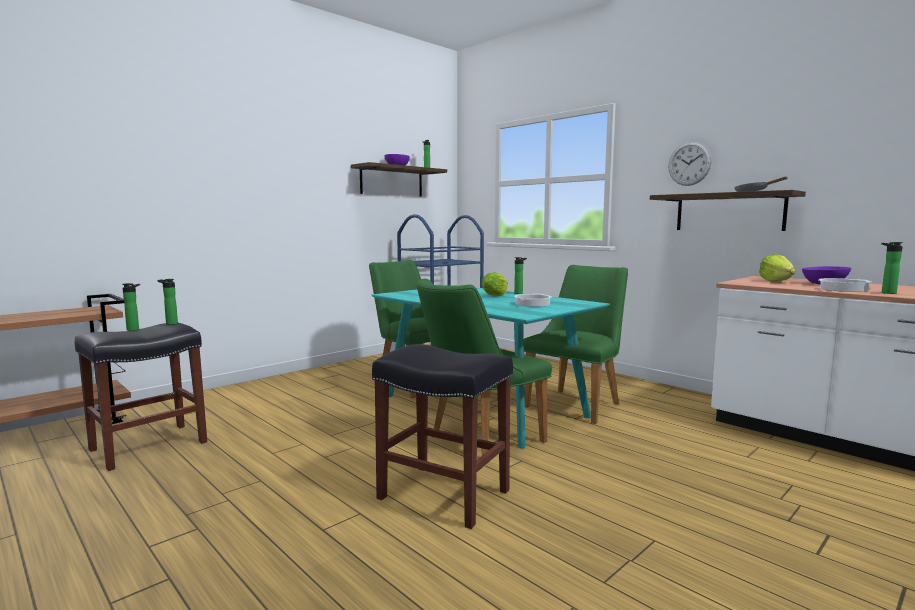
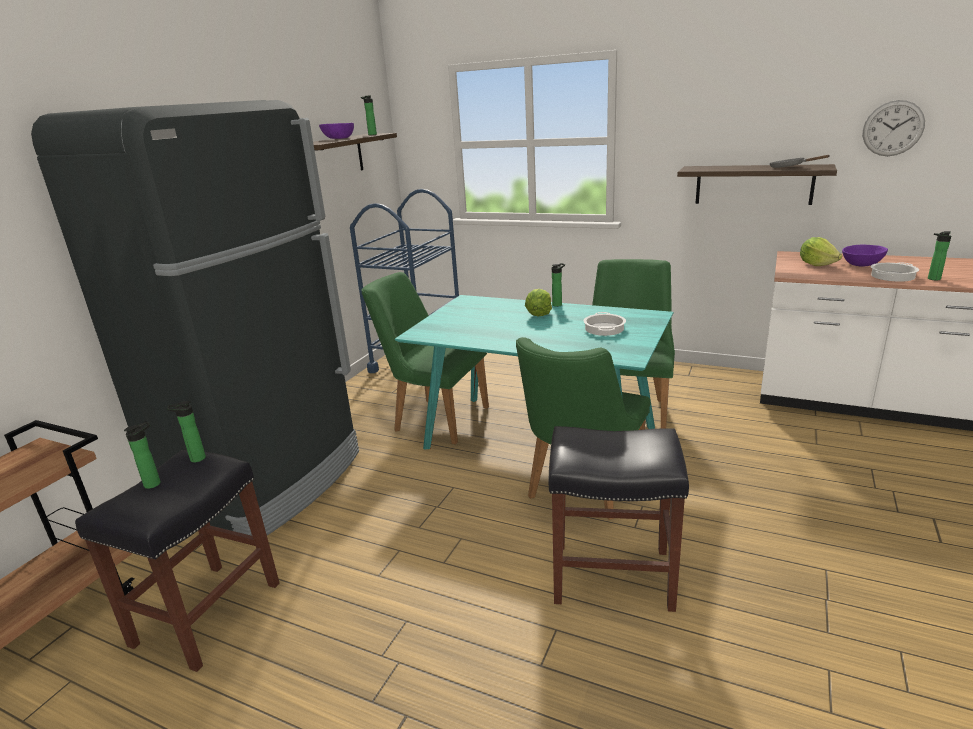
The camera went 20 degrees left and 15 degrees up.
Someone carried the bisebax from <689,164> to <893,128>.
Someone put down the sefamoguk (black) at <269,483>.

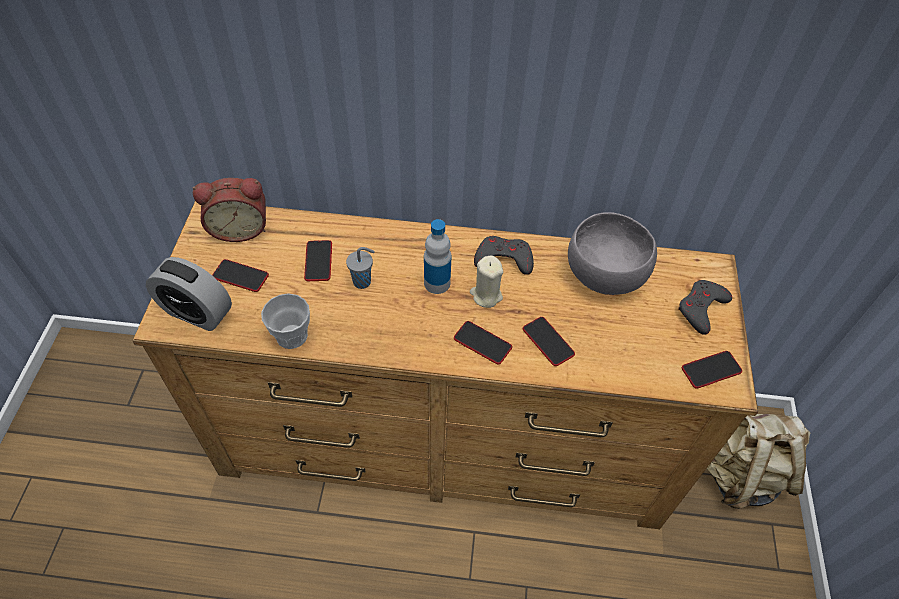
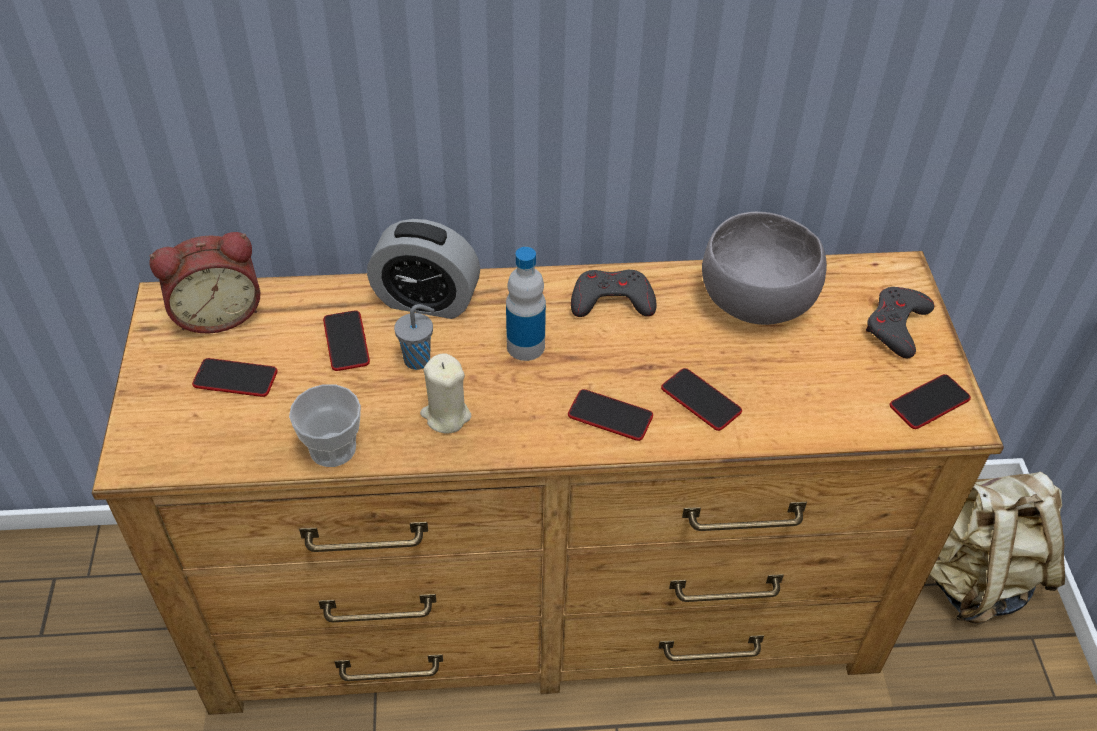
The camera went 10 degrees left and 5 degrees down.
Someone carried the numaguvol from <197,312> to <426,300>.
Someone carried the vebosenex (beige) from <486,295> to <446,415>.

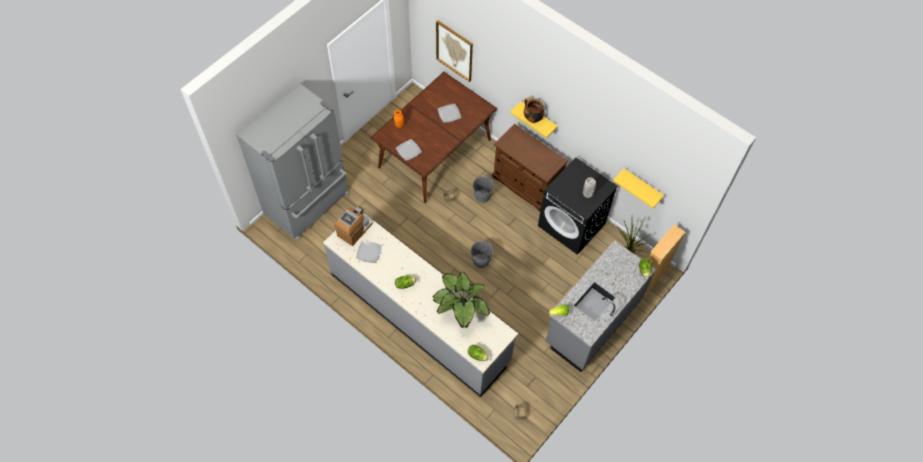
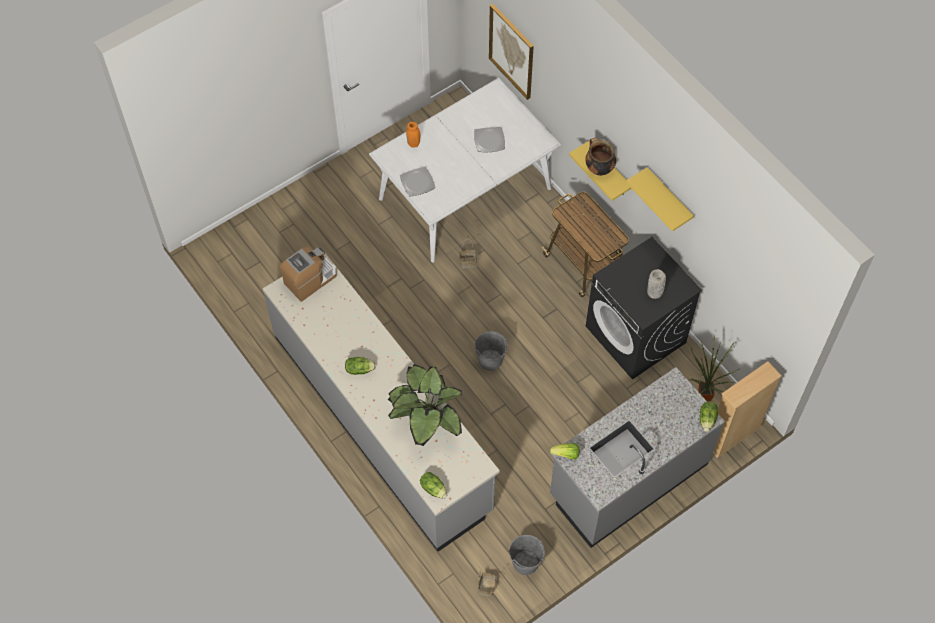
The camera went 15 degrees right and 0 degrees up.
Someone took away the sefamoguk (grey) at <309,205>.
Someone took away the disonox at <368,252>.
Someone repainted the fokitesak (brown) at <434,153>, which became the fokitesak (white) at <465,194>.
Someone carried the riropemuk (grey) from <482,196> to <525,562>.
Someone swapped the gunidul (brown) at <526,185> for the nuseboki at <584,264>.
Someone carried the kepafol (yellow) from <642,186> to <668,198>.

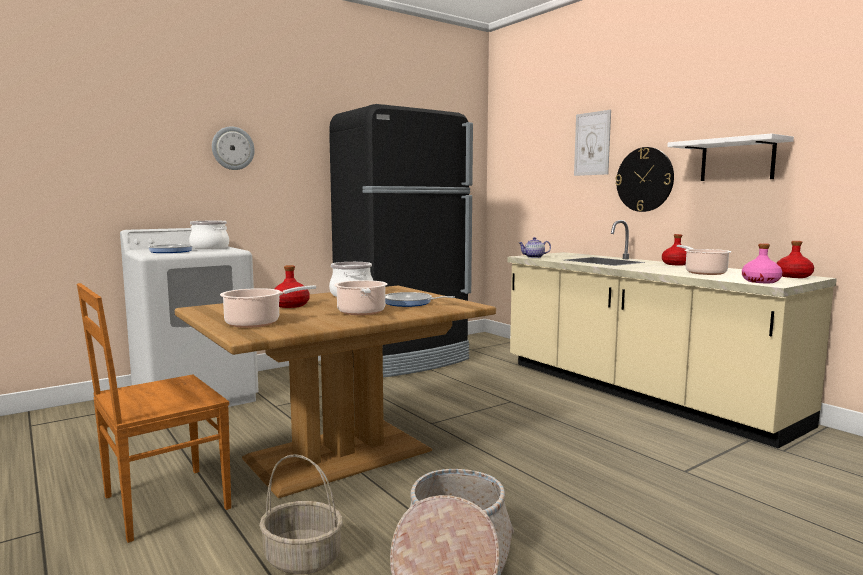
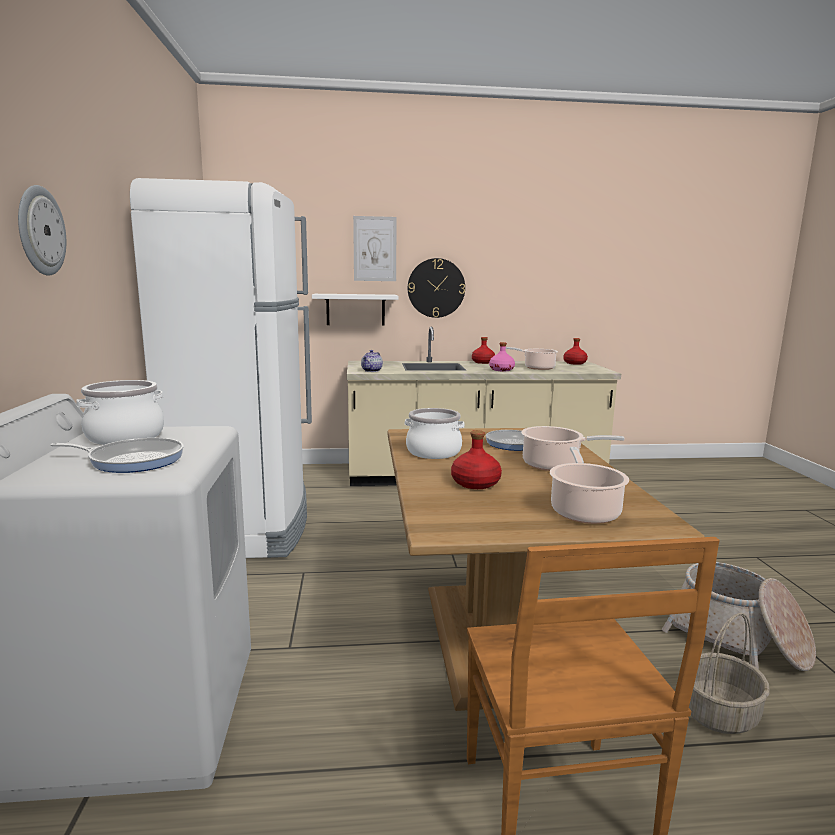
The camera went 60 degrees left and 5 degrees up.
Someone repainted the sefamoguk (black) at <403,360>, which became the sefamoguk (white) at <245,526>.
Someone carried the kepafol (white) from <737,160> to <355,309>.
Someone carried the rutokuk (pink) from <760,281> to <501,370>.

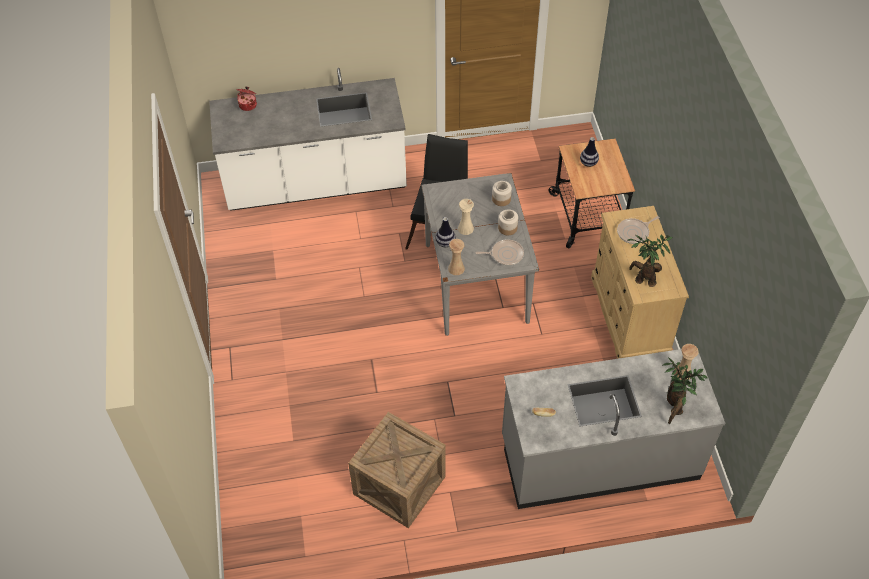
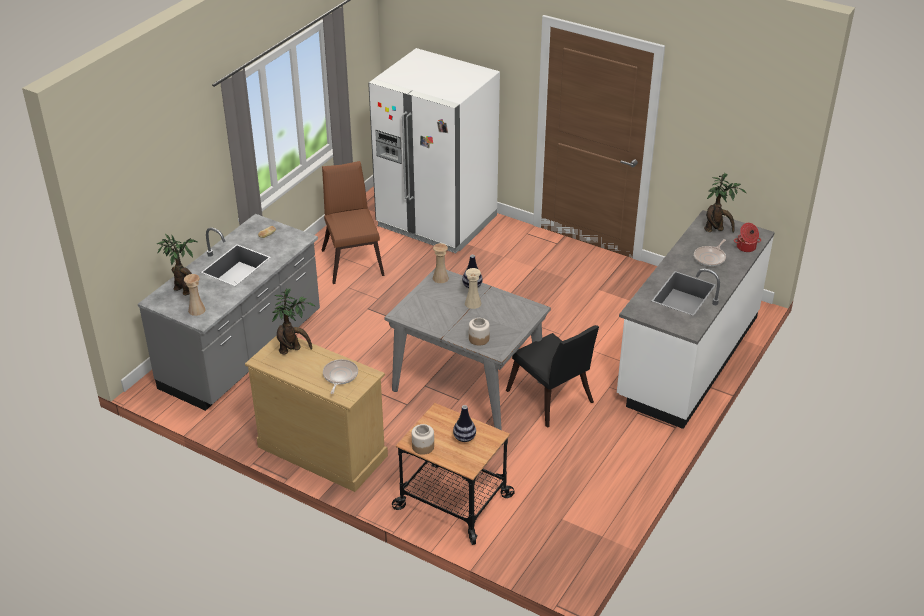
The camera went 130 degrees right and 15 degrees down.
Someone swapped the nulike at <399,485> for the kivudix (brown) at <352,260>.
Someone carried the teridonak from <505,254> to <710,258>.
Someone carried the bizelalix from <508,228> to <423,447>.
Someone put down the sefamoguk (white) at <436,222>.
Someone put down the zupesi at <716,230>.

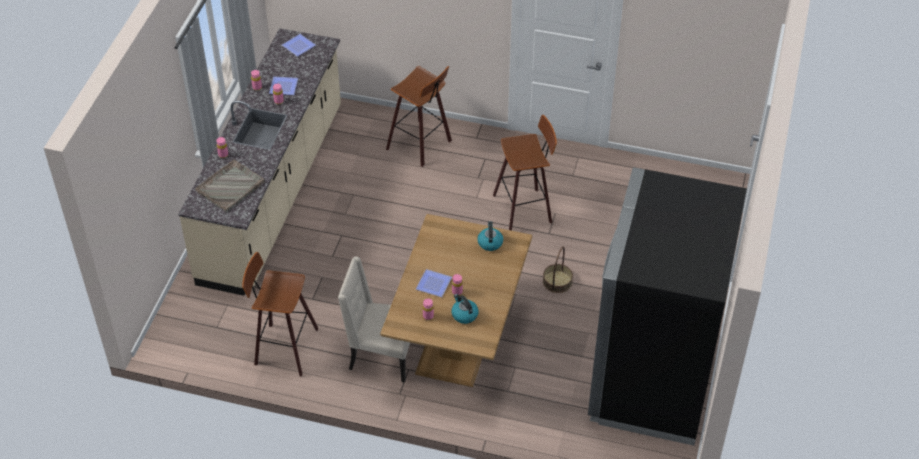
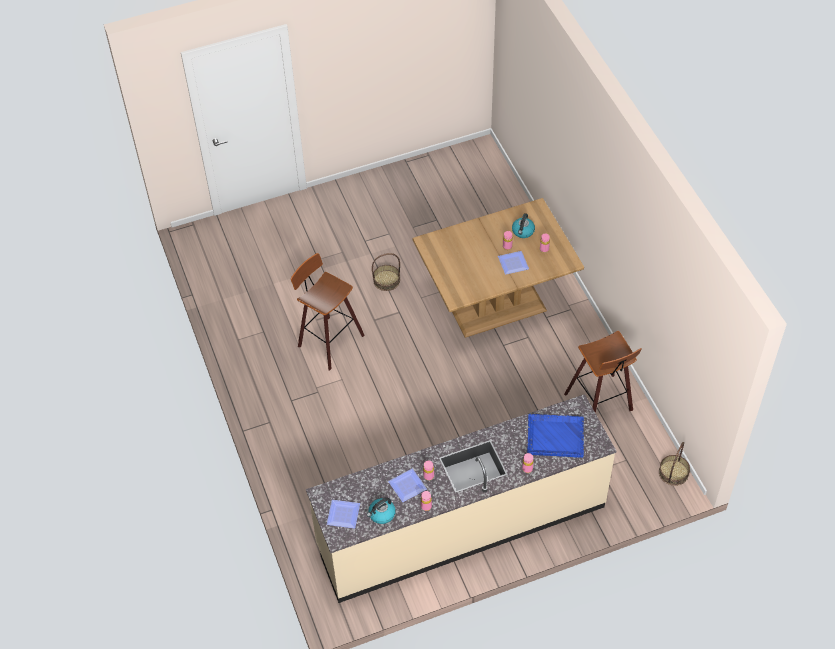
The camera went 125 degrees left and 5 degrees up.
Someone repainted the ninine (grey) at <230,186>, which became the ninine (blue) at <554,436>.
Someone took away the kivudix (beige) at <381,356>.
Someone took away the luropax at <421,144>.
Someone carried the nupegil from <490,242> to <381,514>.
Someone took away the sefamoguk (black) at <651,378>.
Someone put down the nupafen at <673,473>.

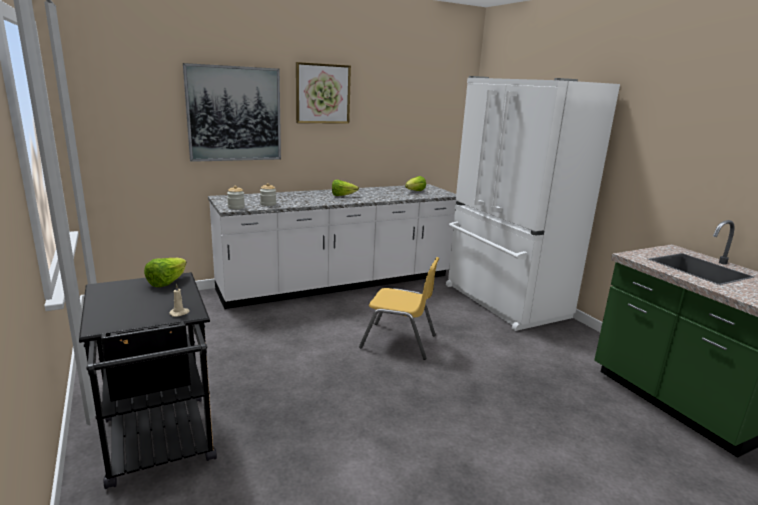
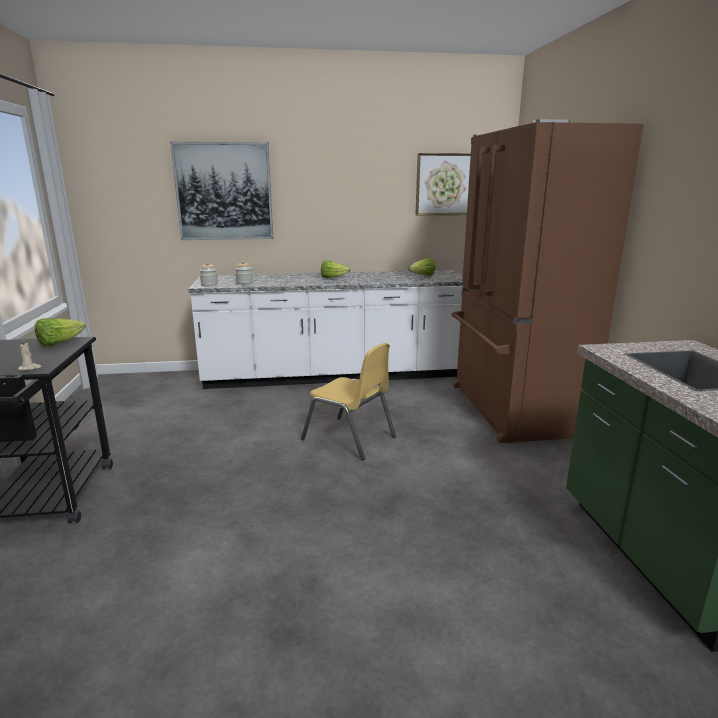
The camera went 20 degrees right and 0 degrees up.
Someone carried the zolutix from <323,94> to <444,184>.
Someone repainted the sefamoguk (white) at <503,301>, which became the sefamoguk (brown) at <511,410>.

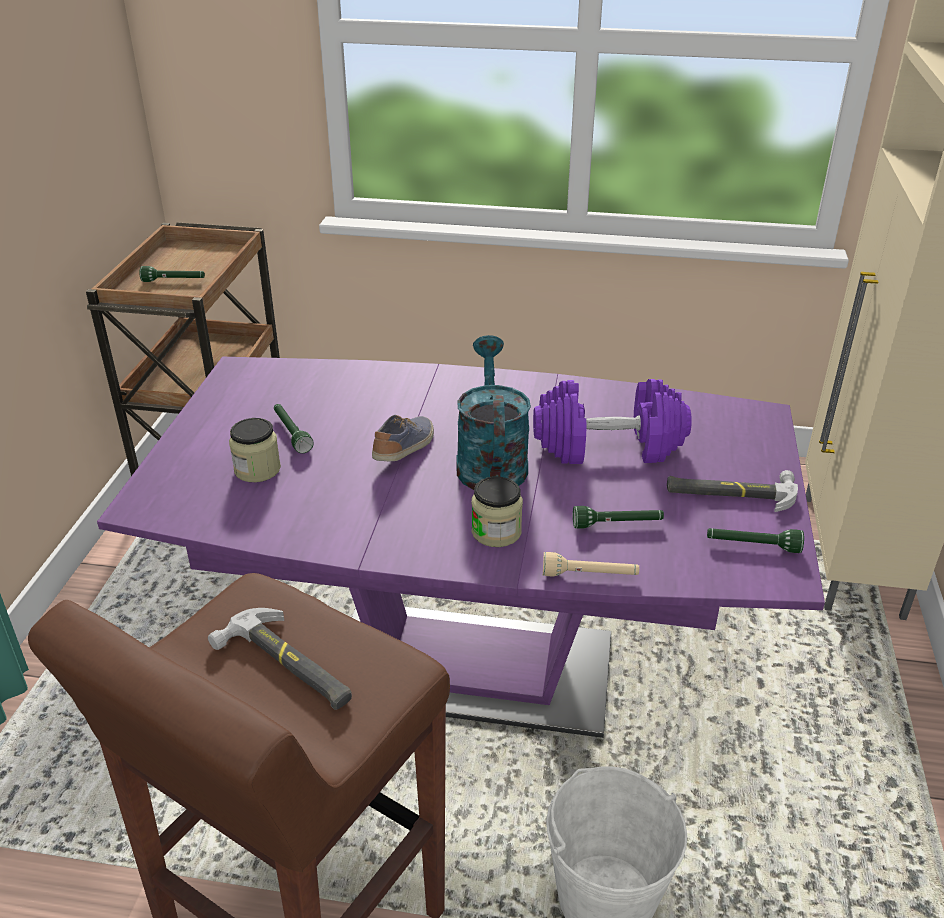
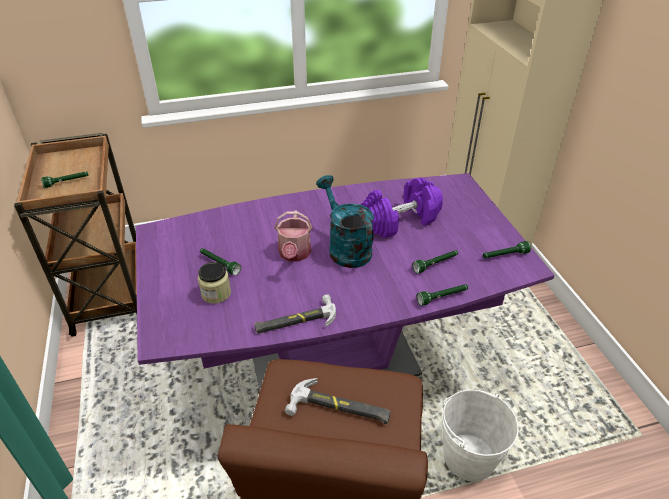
The camera went 25 degrees left and 5 degrees up.
Someone swapped the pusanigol at <405,449> for the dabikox at <294,254>.
Someone took away the bizelalix at <496,532>.
Someone repainted the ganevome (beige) at <590,575>, which became the ganevome (green) at <442,297>.
Someone carried the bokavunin from <730,493> to <296,320>.

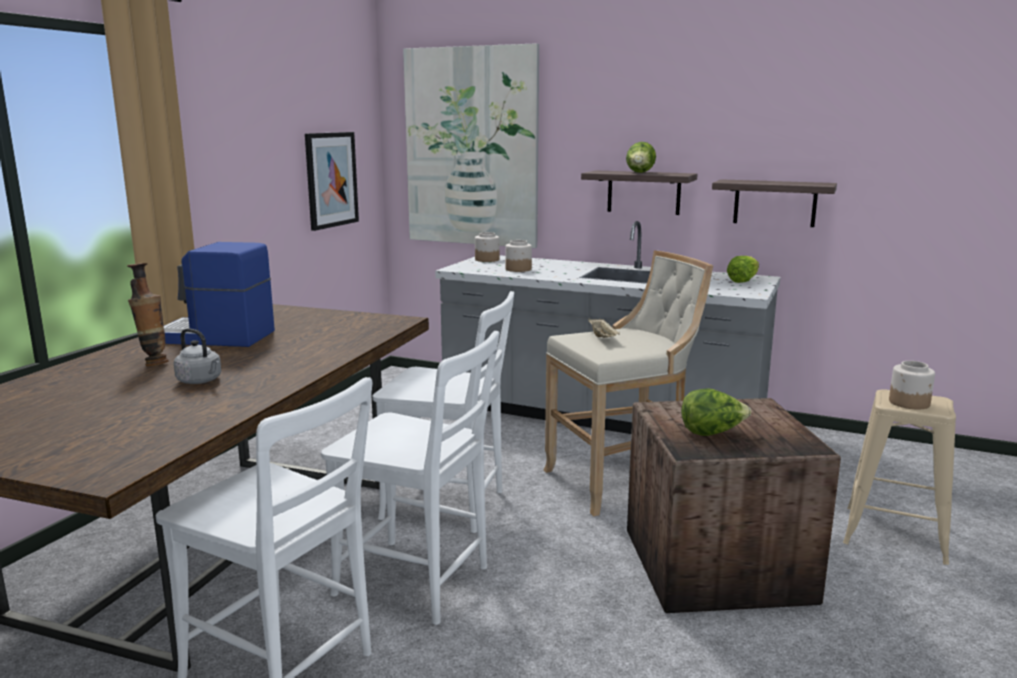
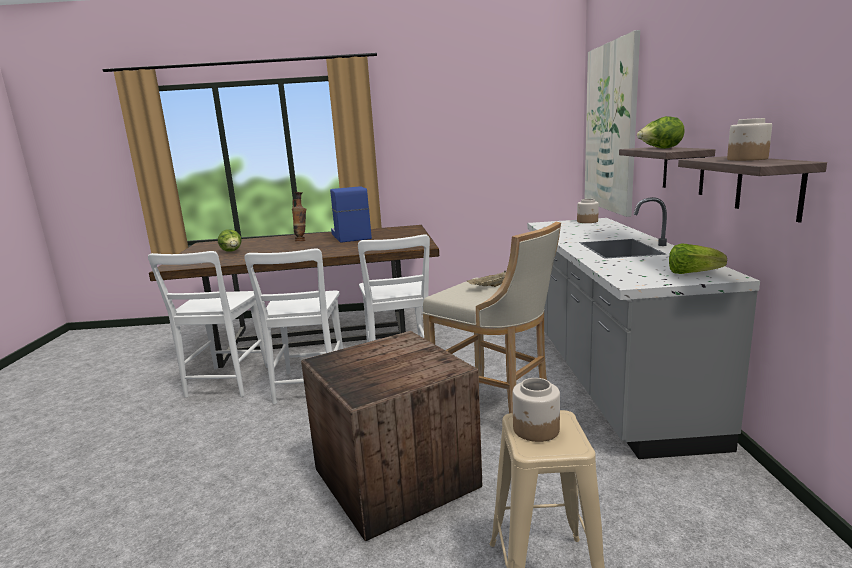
The camera went 65 degrees right and 0 degrees up.
Someone took away the nupegil (grey) at <201,381>.
Someone took away the zolutix at <331,179>.
Someone carried the bizelalix from <518,269> to <746,159>.
Someone carried the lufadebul from <712,433> to <232,252>.

